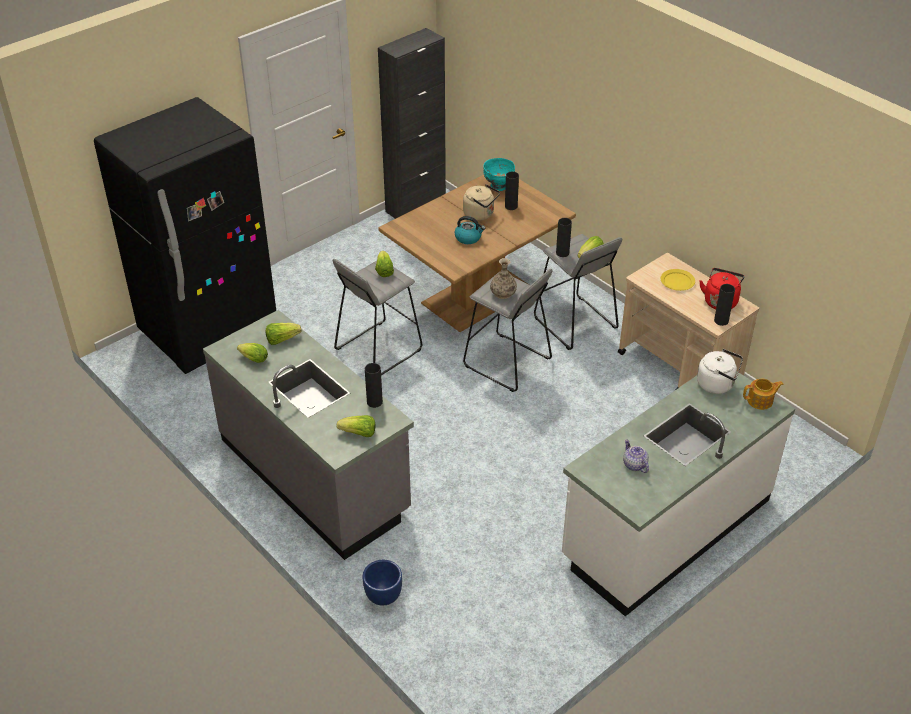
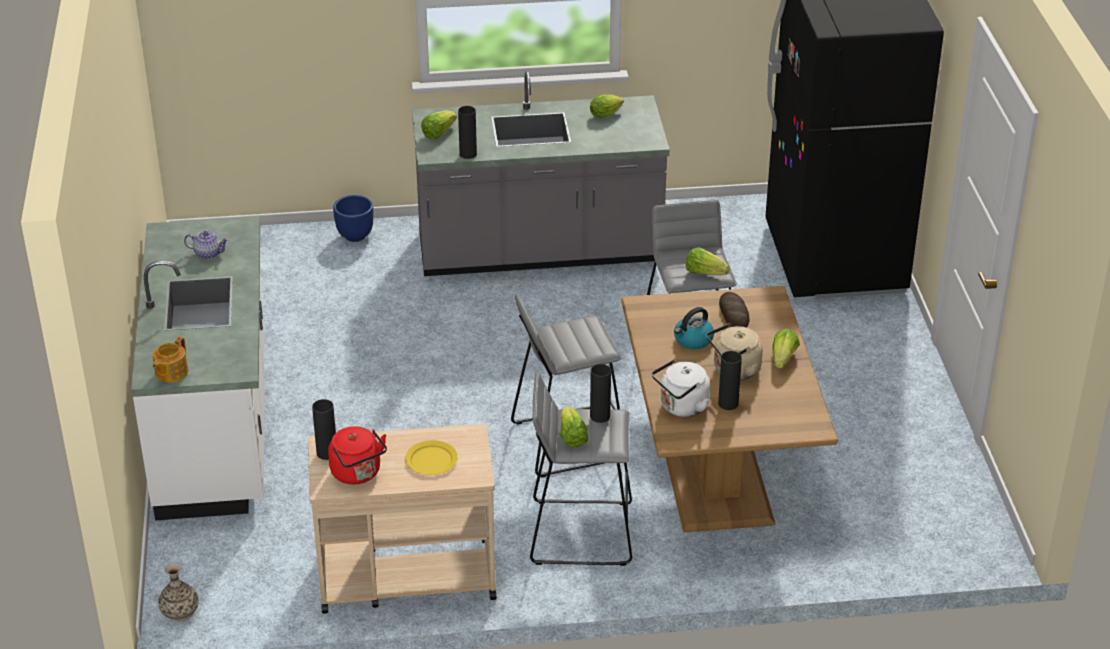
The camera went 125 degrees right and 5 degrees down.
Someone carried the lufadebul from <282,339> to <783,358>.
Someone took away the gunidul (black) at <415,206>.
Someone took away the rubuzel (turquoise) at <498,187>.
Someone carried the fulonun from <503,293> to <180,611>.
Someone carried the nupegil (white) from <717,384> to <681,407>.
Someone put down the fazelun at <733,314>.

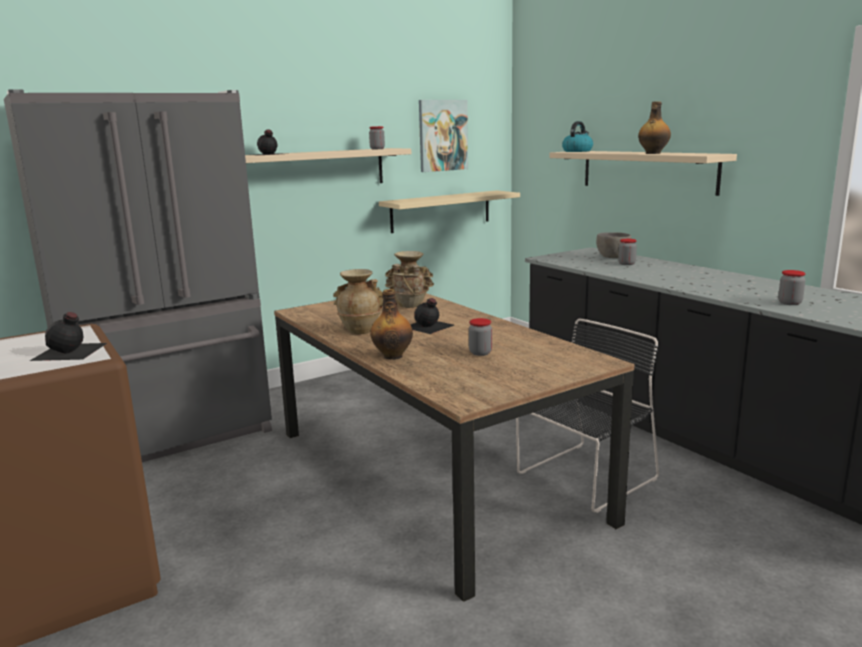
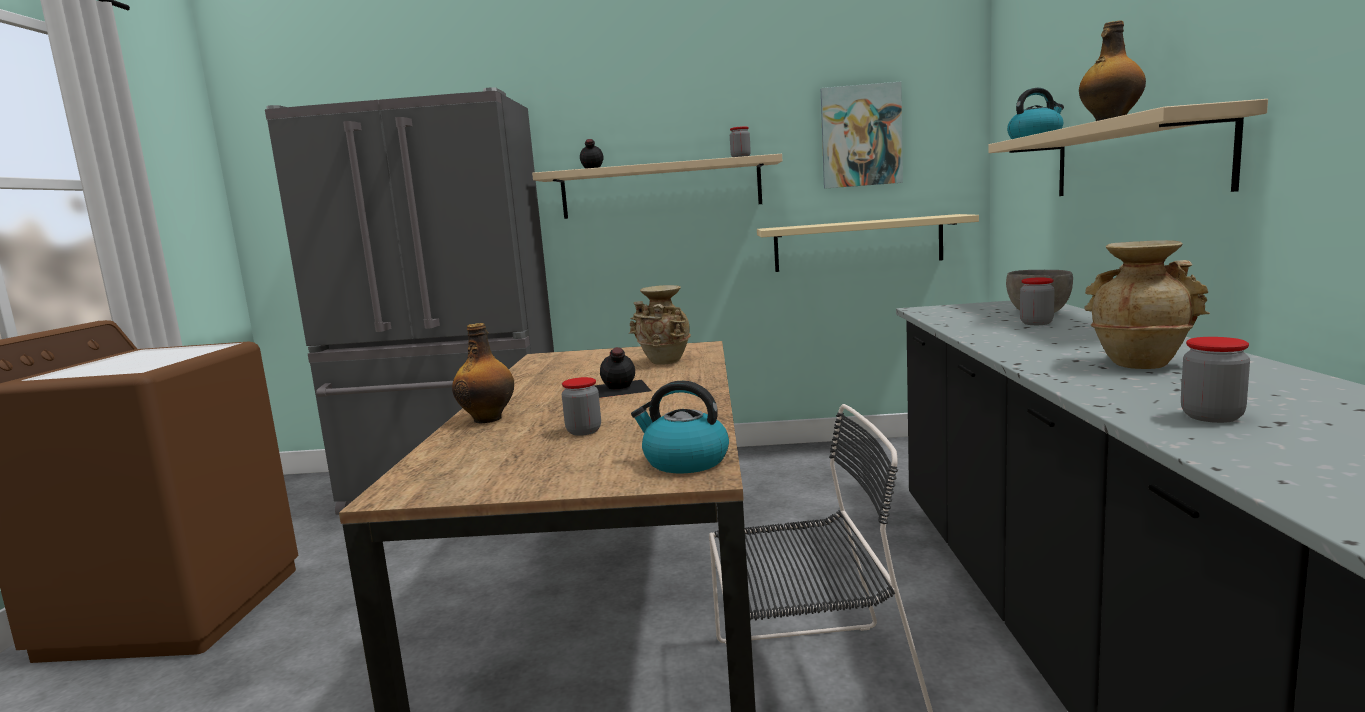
The camera went 35 degrees right and 5 degrees down.
Someone took away the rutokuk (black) at <70,351>.
Someone carried the fulonun (beige) from <360,330> to <1139,363>.
Someone put down the nupegil at <684,461>.

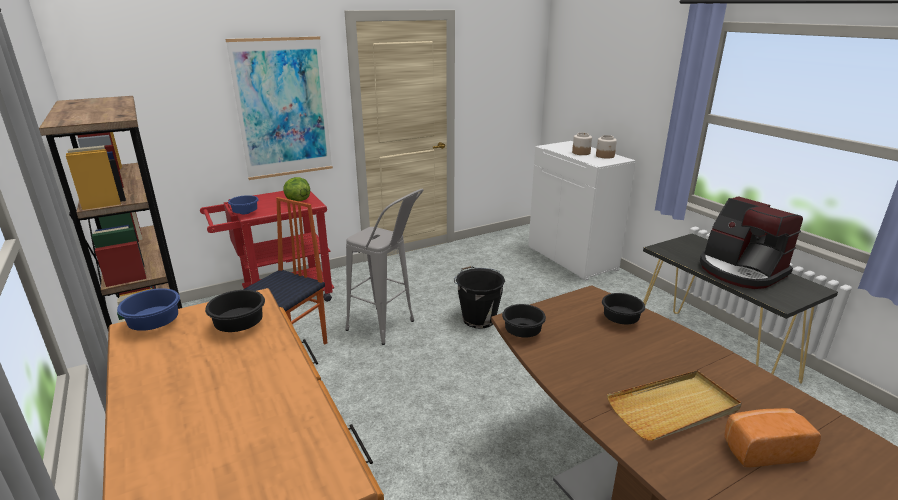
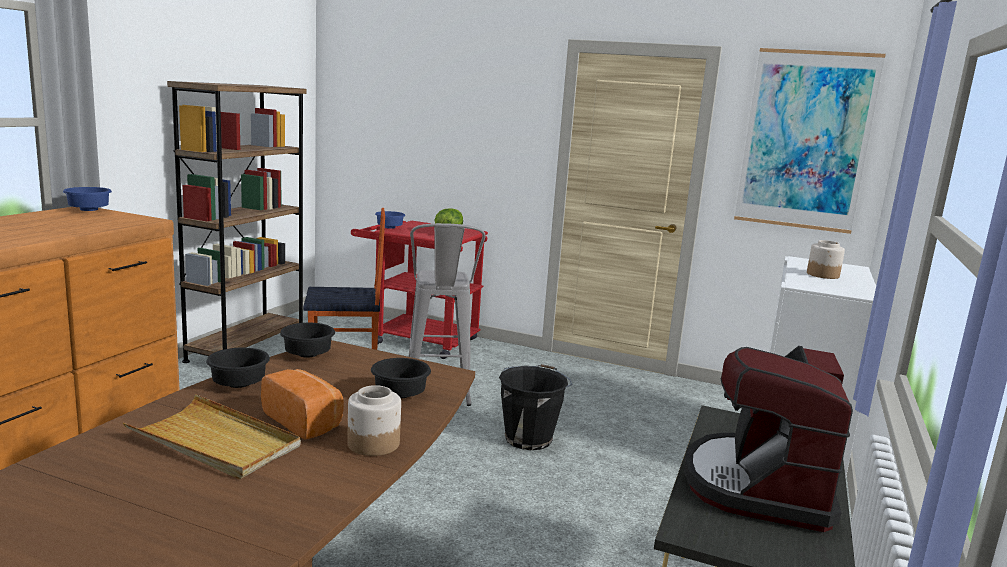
The camera went 50 degrees right and 10 degrees down.
Someone carried the rubuzel (black) from <239,327> to <237,385>.
Someone carried the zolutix from <283,108> to <805,141>.
Someone carried the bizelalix from <605,156> to <373,444>.
Someone carried the fazelun from <762,449> to <304,421>.

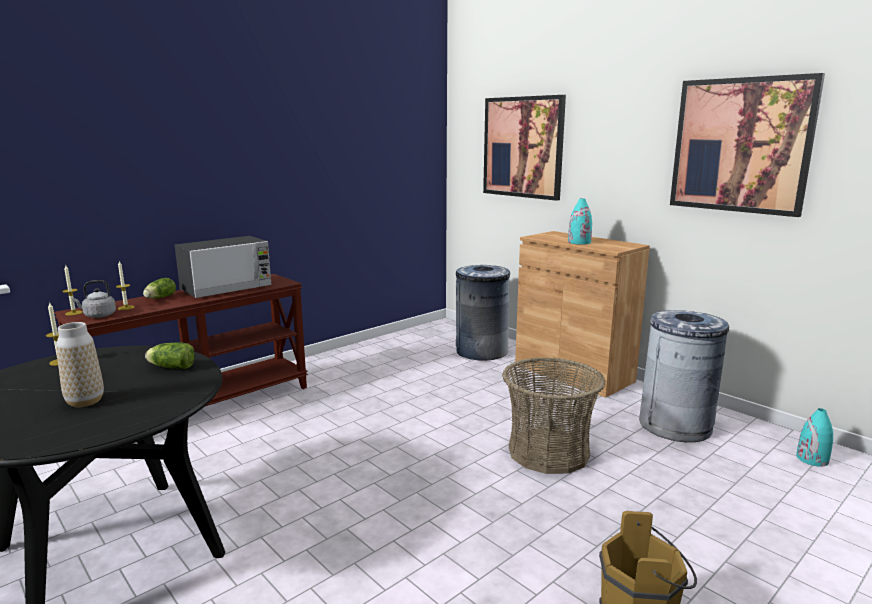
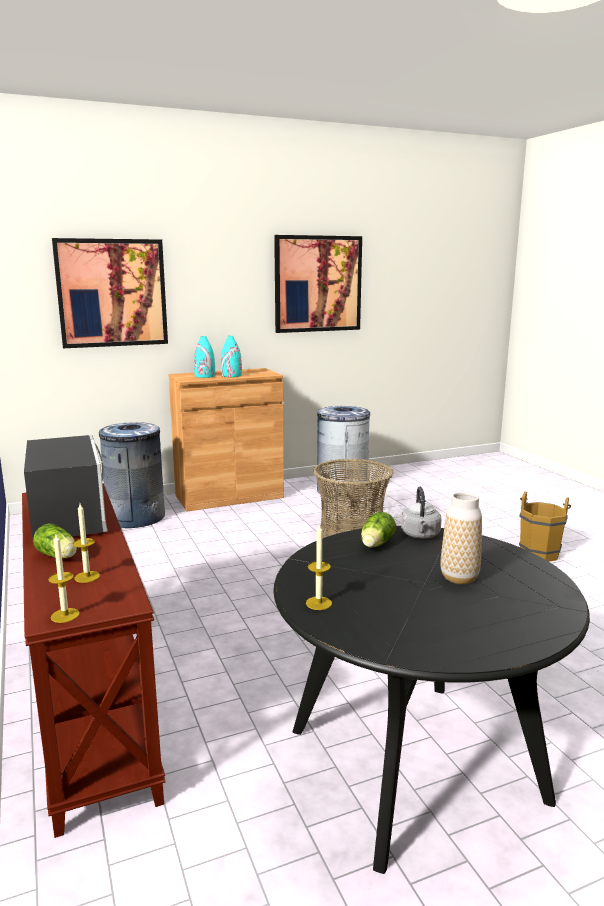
The camera went 70 degrees left and 0 degrees up.
Someone carried the nupegil (grey) from <98,315> to <420,535>.
Someone carried the fulonun (turquoise) from <812,459> to <205,376>.

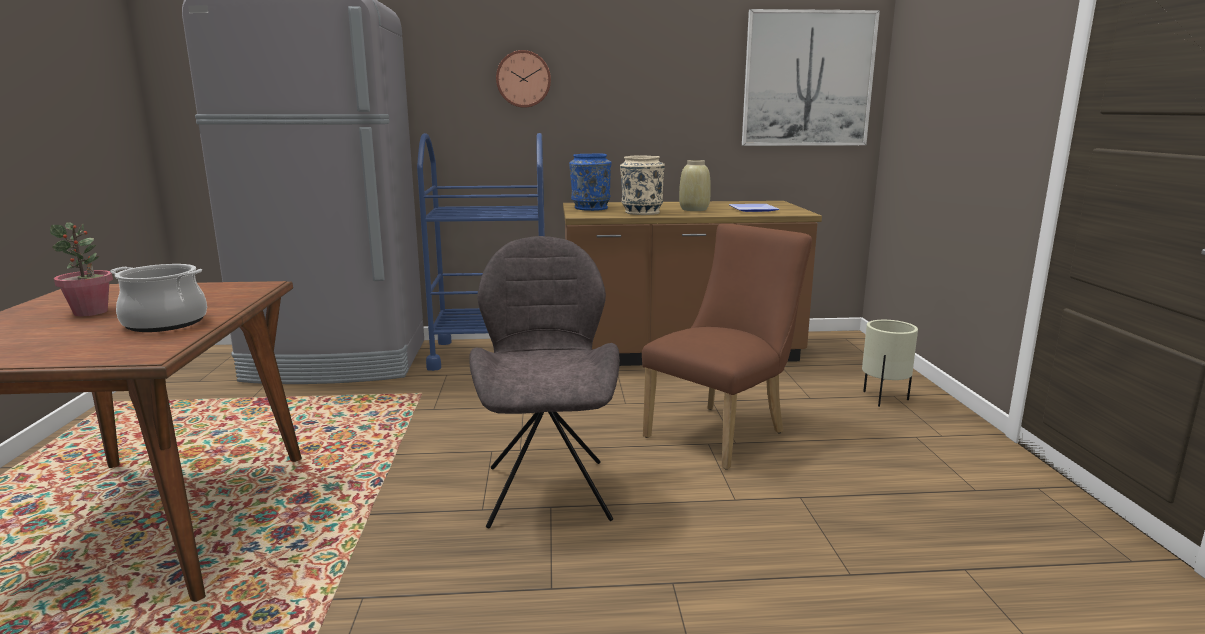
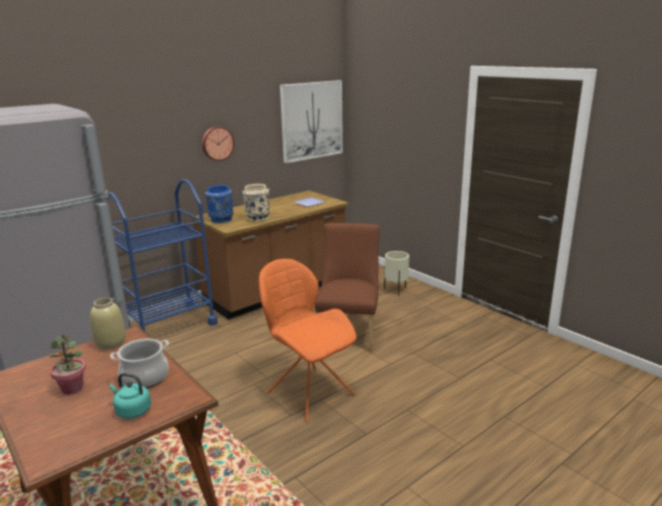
The camera went 35 degrees left and 5 degrees up.
Someone repainted the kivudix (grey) at <548,489>, which became the kivudix (orange) at <308,392>.
Someone carried the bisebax from <523,79> to <217,143>.
Someone carried the fulonun (beige) from <694,209> to <111,343>.
Someone put down the nupegil (turquoise) at <132,410>.

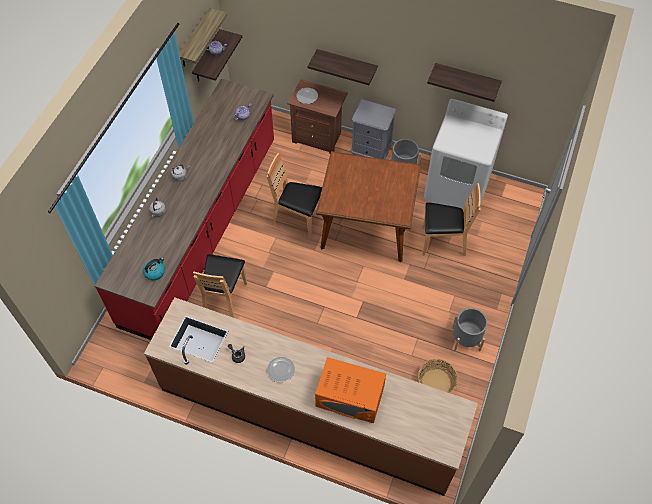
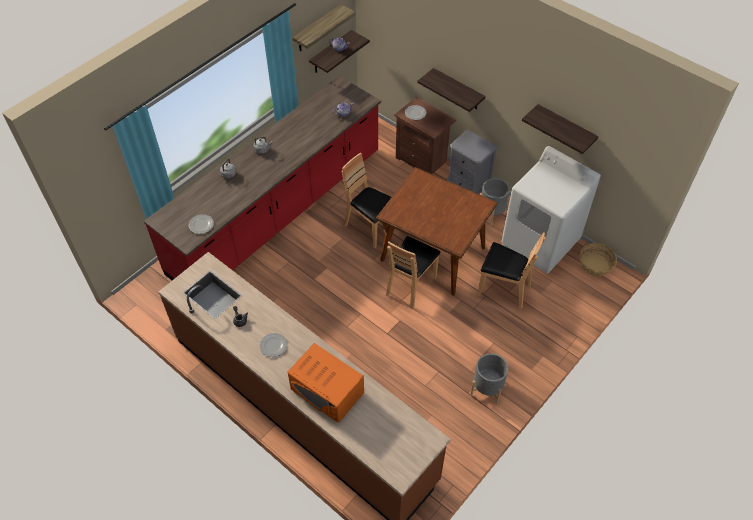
The camera went 20 degrees right and 5 degrees down.
Someone swapped the nupegil at <155,272> for the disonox at <201,225>.
Someone carried the kivudix (brown) from <225,298> to <410,285>.
Someone carried the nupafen from <436,383> to <595,265>.

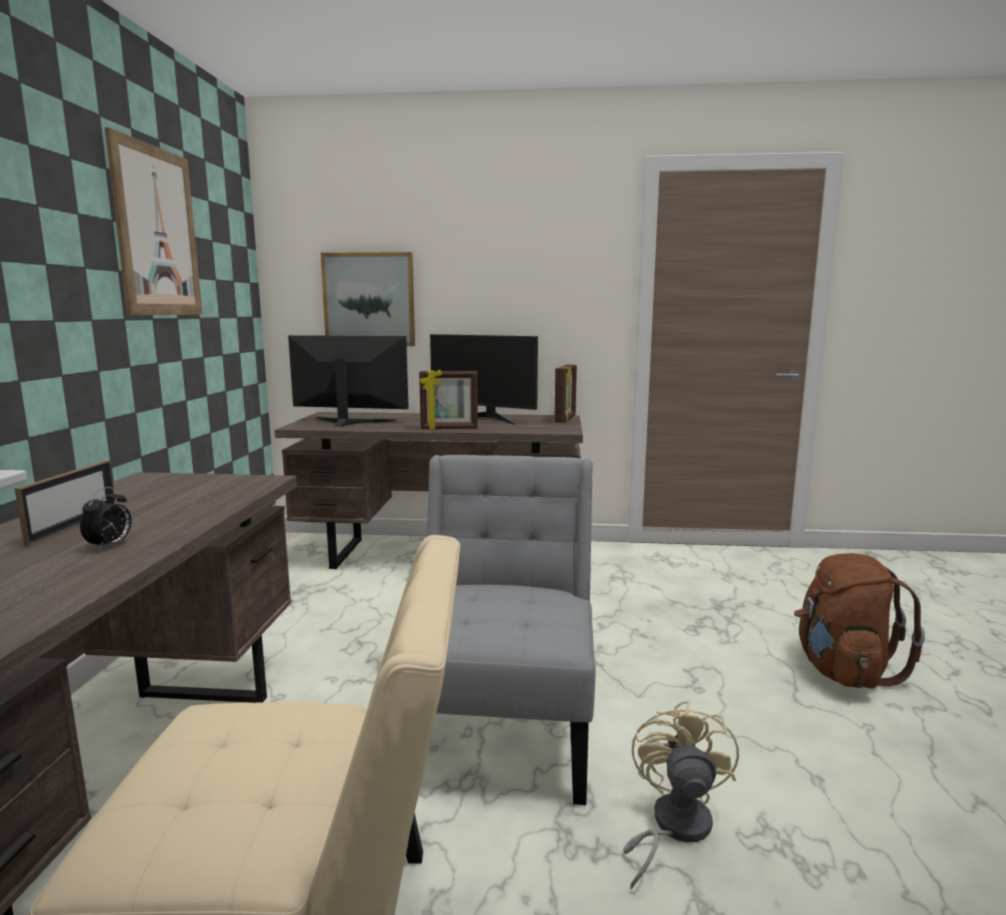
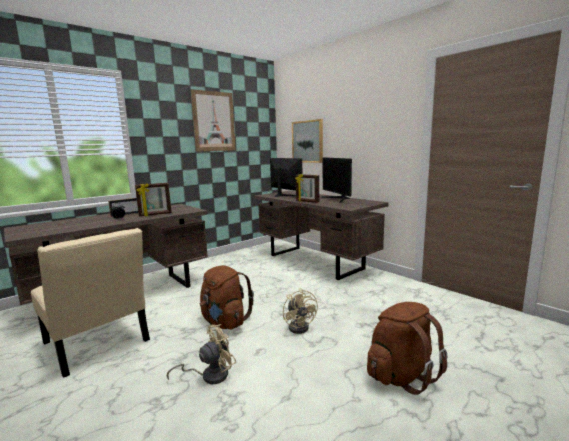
The camera went 45 degrees right and 0 degrees up.
Someone swapped the kivudix (grey) at <503,728> for the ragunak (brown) at <225,322>.
Someone carried the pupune from <566,419> to <155,214>.
Someone put down the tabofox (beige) at <300,326>.

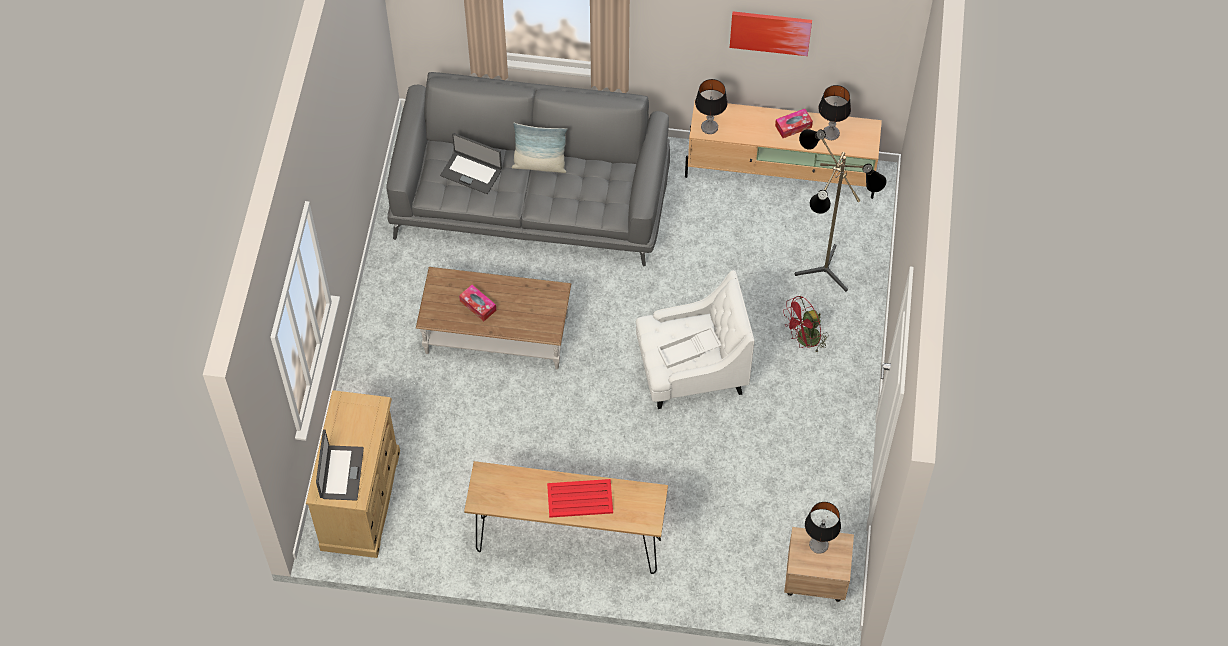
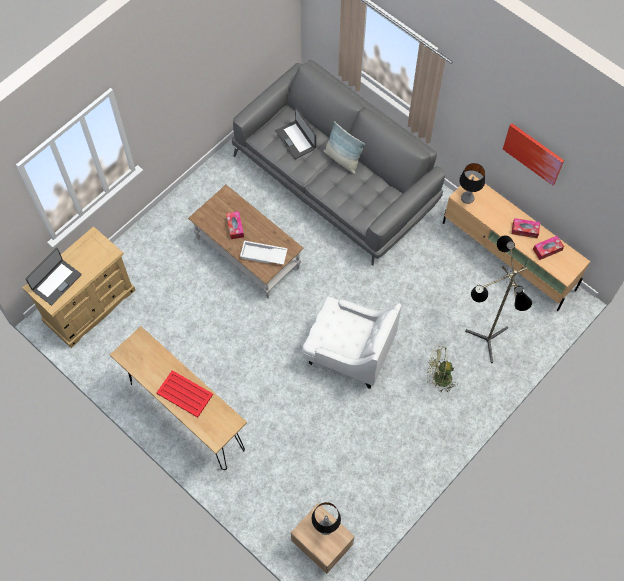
The camera went 35 degrees right and 5 degrees up.
Someone carried the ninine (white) from <688,350> to <263,255>.
Someone repainted the tabofox (red) at <804,340>, which became the tabofox (green) at <438,378>.
Someone swapped the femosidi at <830,133> for the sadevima at <547,249>.

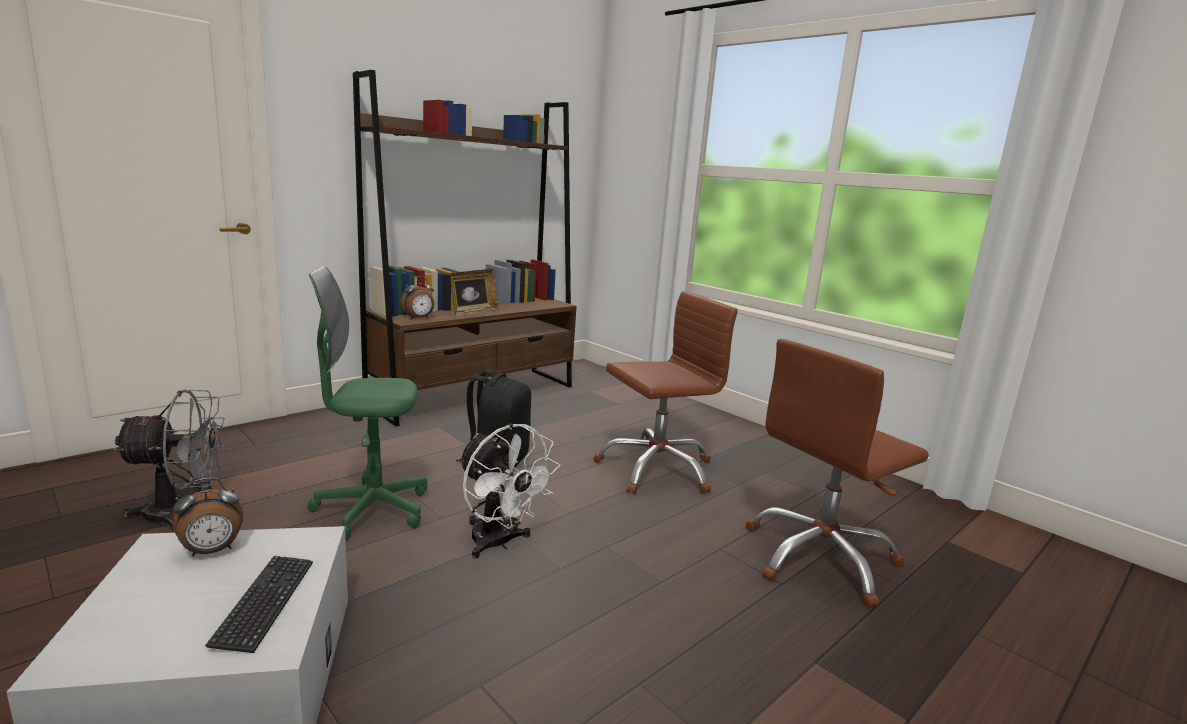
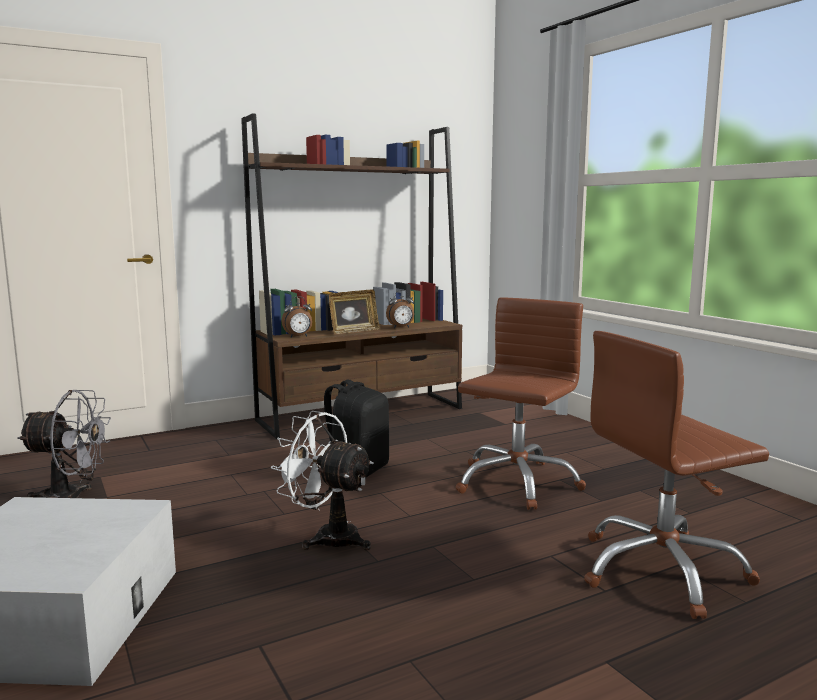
The camera went 15 degrees right and 5 degrees down.
Someone carried the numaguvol from <212,551> to <401,327>.
Someone took away the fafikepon at <265,603>.
Someone took away the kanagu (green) at <372,510>.
Someone rotated the tabofox (white) at <499,543> by 150 degrees clockwise.
Someone rotated the kanagu (brown) at <656,469> by 45 degrees counterclockwise.

